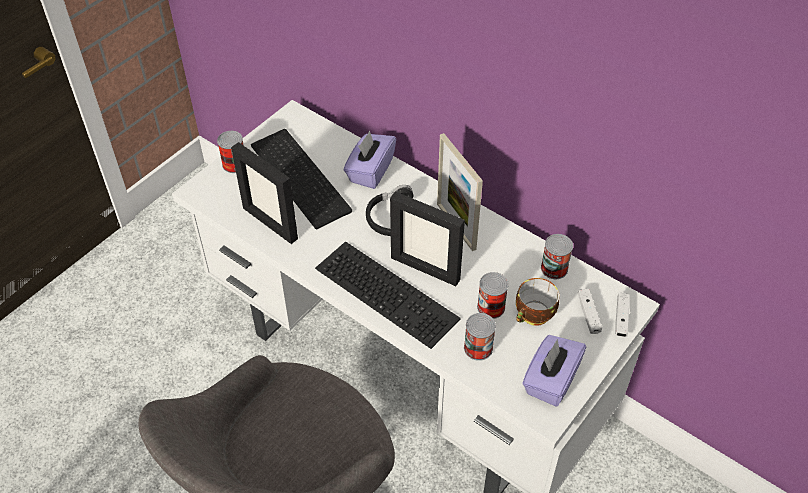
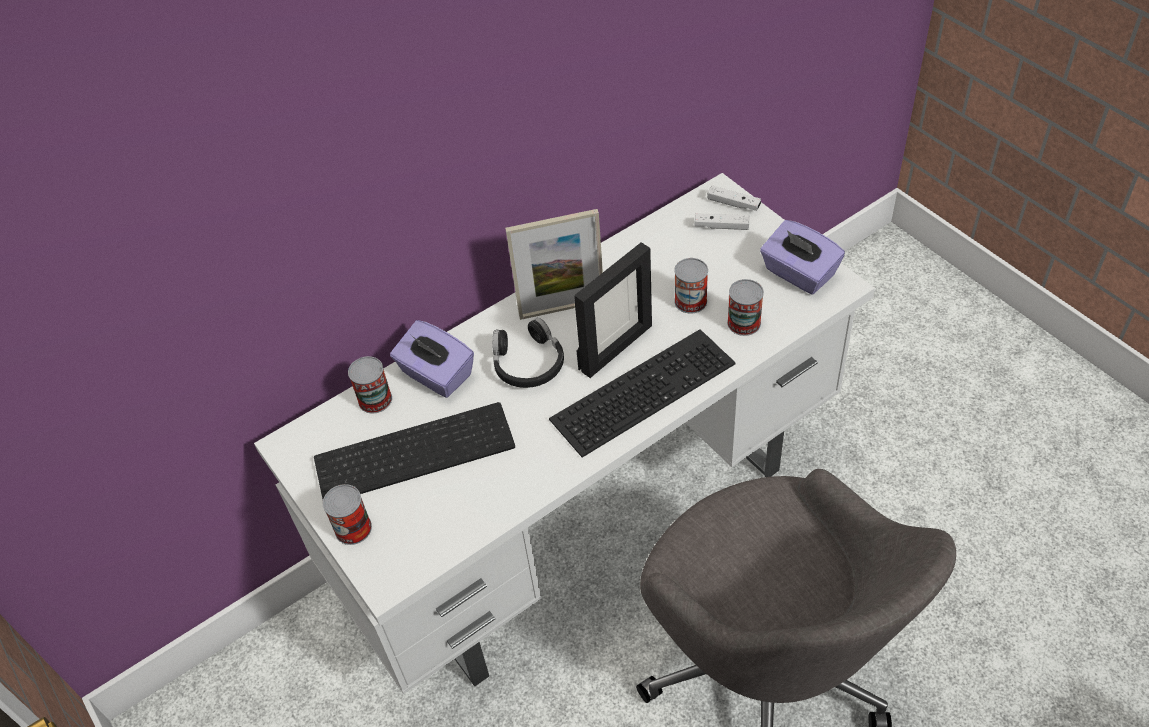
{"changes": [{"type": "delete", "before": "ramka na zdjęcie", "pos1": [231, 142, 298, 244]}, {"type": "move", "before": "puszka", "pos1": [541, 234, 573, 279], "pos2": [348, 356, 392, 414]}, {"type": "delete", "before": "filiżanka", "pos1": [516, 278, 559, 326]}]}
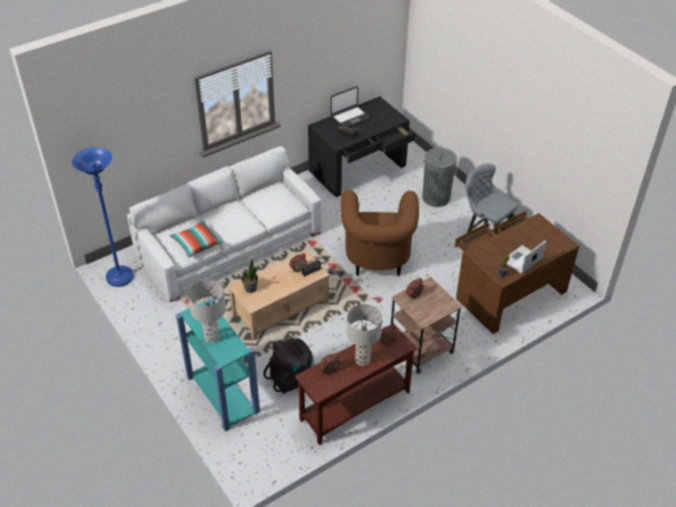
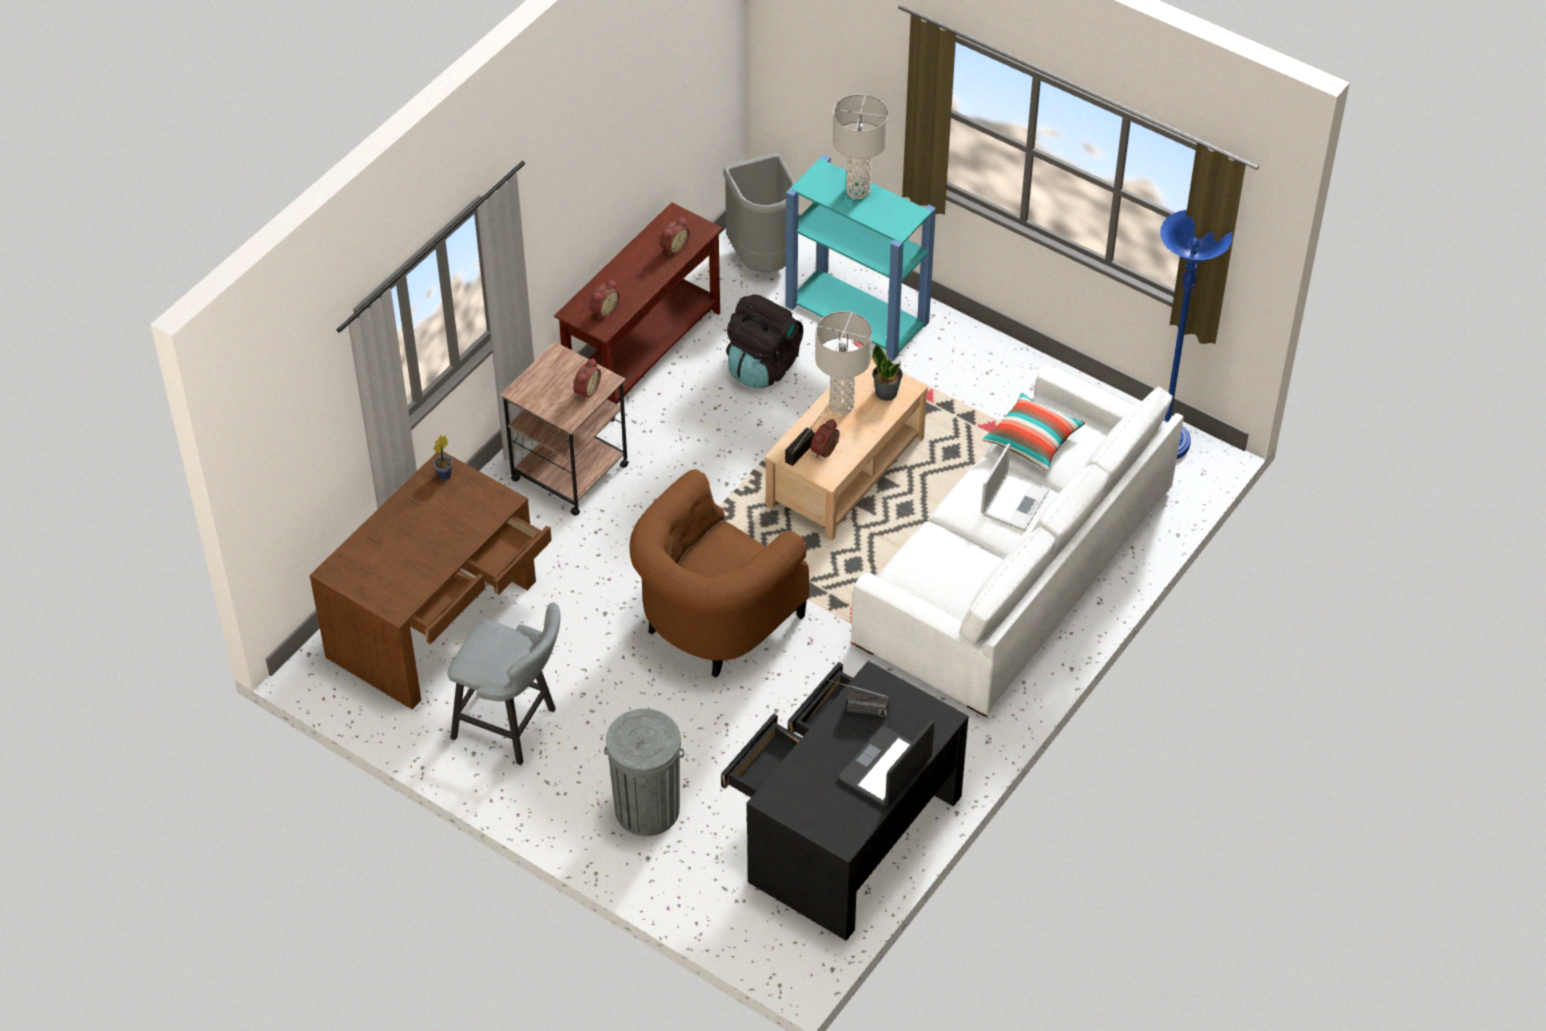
{"changes": [{"type": "rotate", "before": "fotel/brązowy", "pos1": [340, 190, 419, 276], "pos2": [630, 469, 809, 678], "turn": -120}, {"type": "move", "before": "laptop", "pos1": [506, 240, 546, 274], "pos2": [981, 443, 1049, 531]}, {"type": "move", "before": "lampa stołowa/biały", "pos1": [347, 304, 382, 366], "pos2": [815, 311, 872, 414]}, {"type": "insert", "after": "kosz na śmieci/szary", "pos2": [723, 153, 795, 272]}]}
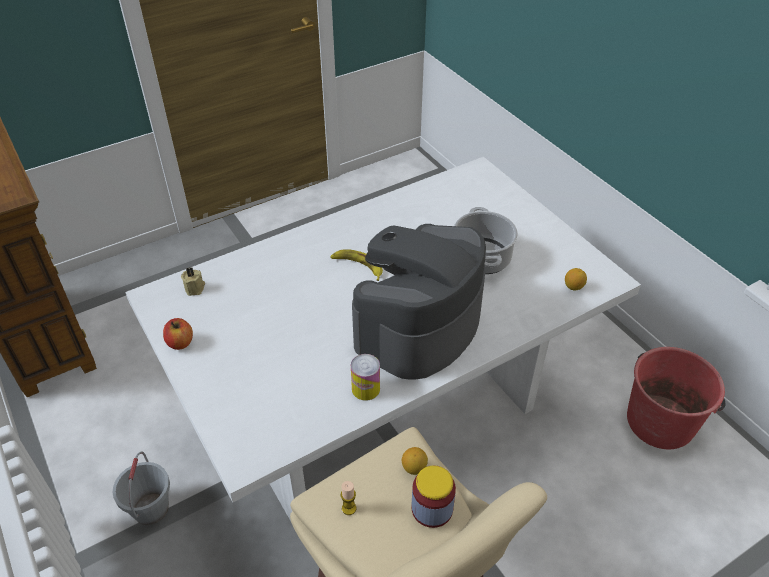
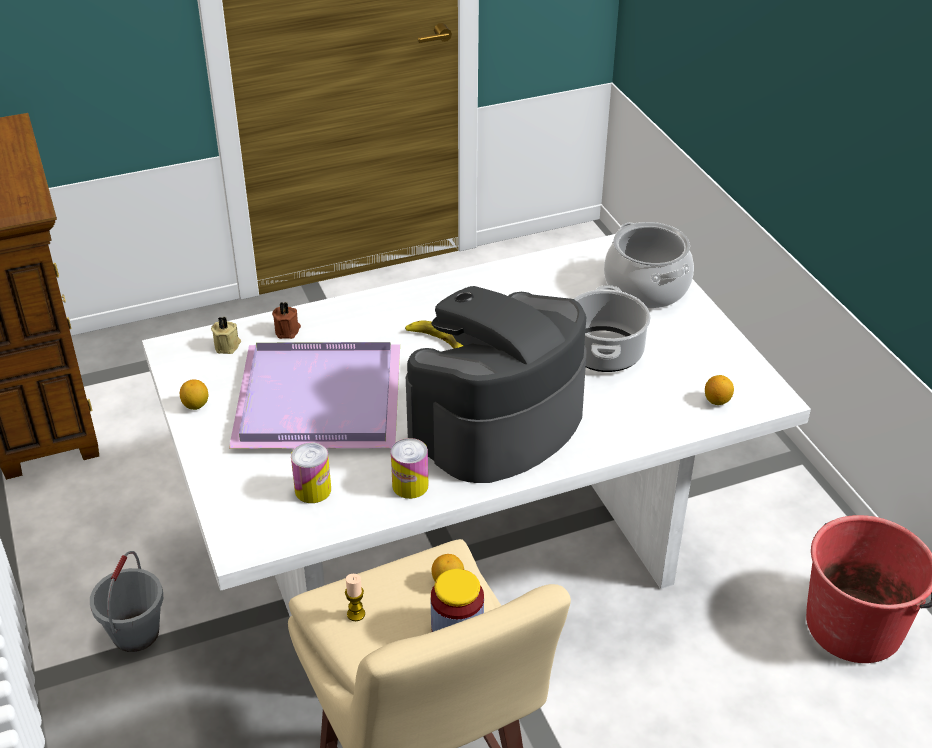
{"changes": [{"type": "replace", "before": "jabłko", "after": "cytryna", "pos1": [163, 318, 193, 350], "pos2": [180, 379, 208, 410]}, {"type": "insert", "after": "garnek", "pos2": [604, 222, 694, 308]}, {"type": "insert", "after": "świeca/brązowy", "pos2": [272, 302, 301, 339]}, {"type": "insert", "after": "taca/fioletowy", "pos2": [229, 342, 400, 449]}, {"type": "insert", "after": "puszka", "pos2": [291, 443, 331, 503]}]}
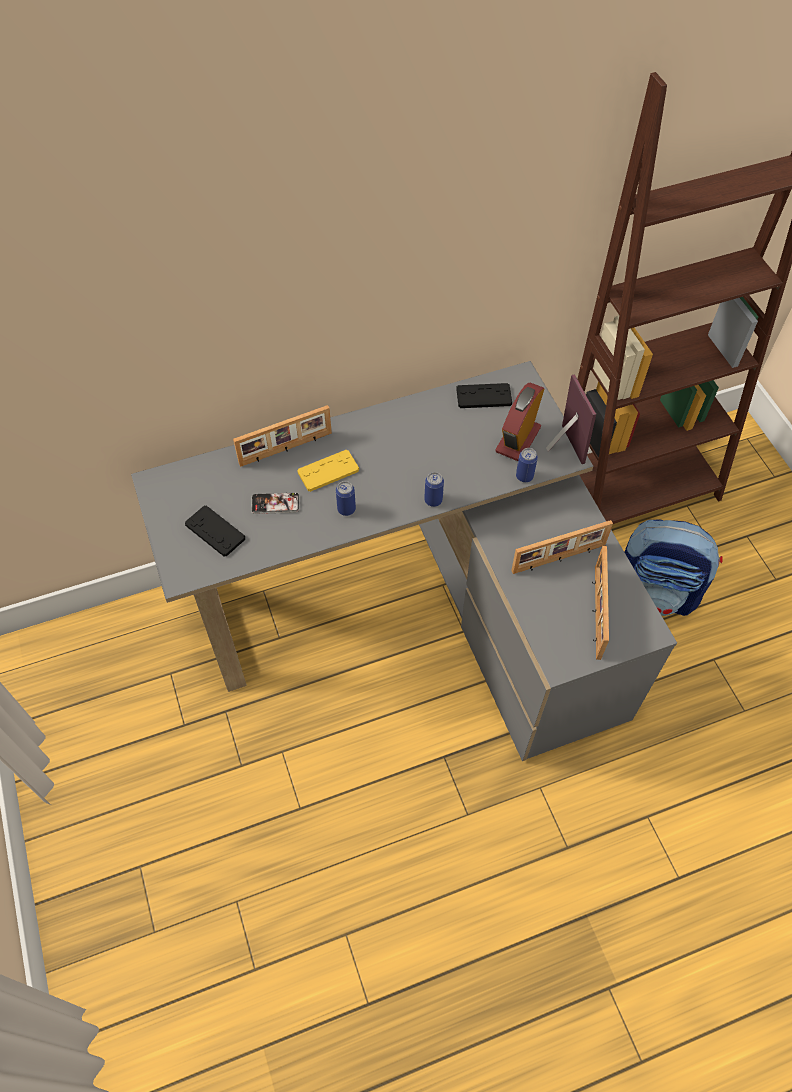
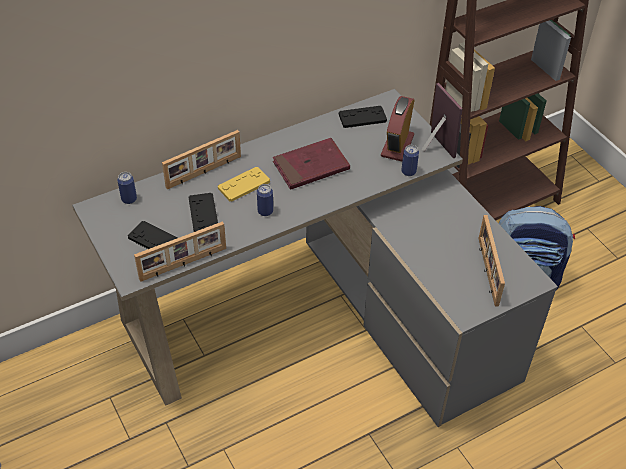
{"changes": [{"type": "move", "before": "puszka", "pos1": [424, 472, 444, 507], "pos2": [117, 172, 137, 204]}, {"type": "replace", "before": "telefon", "after": "pad do gier/czarny", "pos1": [251, 493, 300, 514], "pos2": [188, 193, 218, 232]}, {"type": "move", "before": "ramka na zdjęcie", "pos1": [511, 520, 613, 574], "pos2": [134, 221, 226, 282]}, {"type": "insert", "after": "książka/czerwony", "pos2": [273, 138, 350, 190]}]}
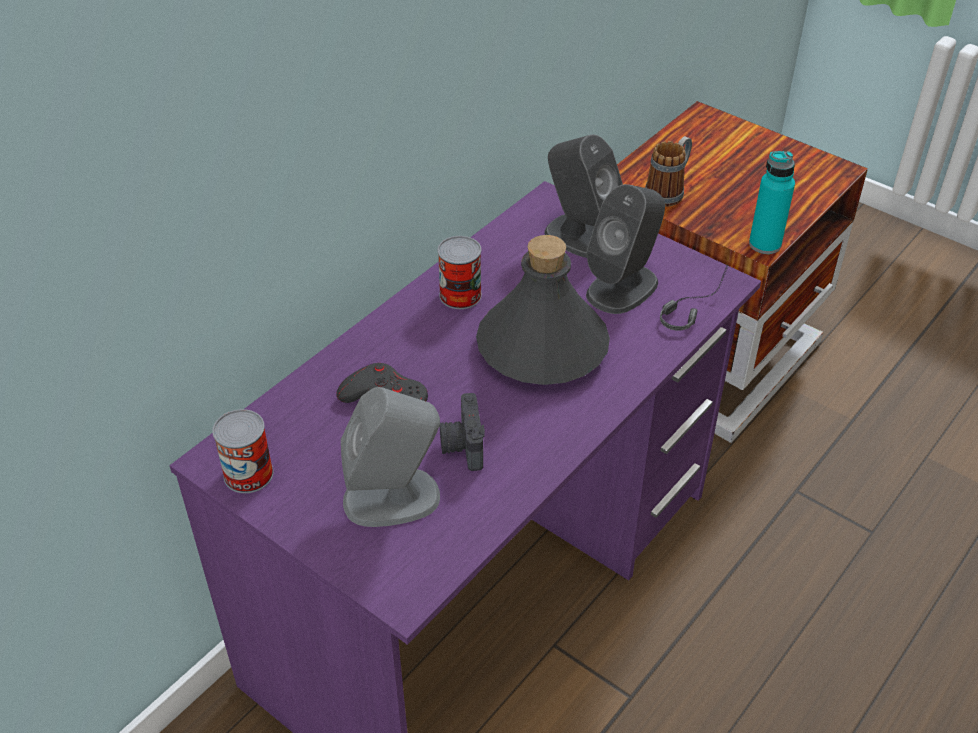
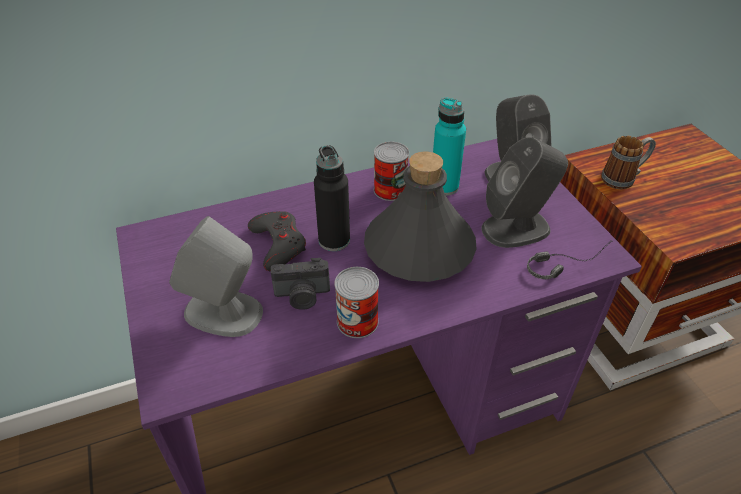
{"changes": [{"type": "move", "before": "butelka/turkusowy", "pos1": [749, 151, 795, 254], "pos2": [433, 97, 466, 196]}, {"type": "rotate", "before": "aparat fotograficzny", "pos1": [440, 393, 485, 471], "pos2": [271, 258, 330, 310], "turn": -120}, {"type": "move", "before": "puszka", "pos1": [212, 409, 273, 493], "pos2": [334, 267, 379, 338]}, {"type": "insert", "after": "butelka/czarny", "pos2": [314, 145, 350, 251]}]}
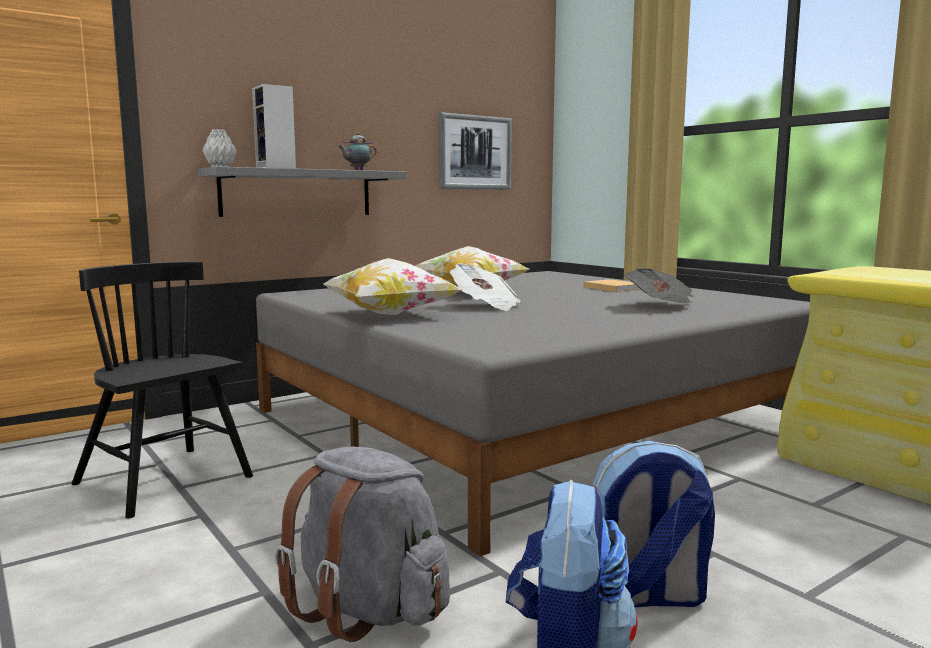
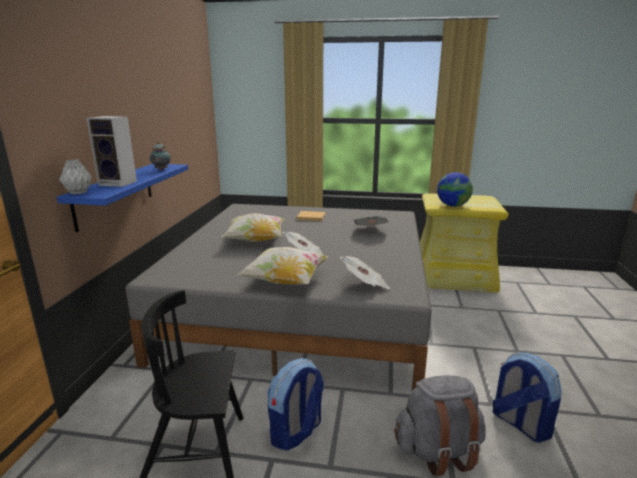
{"changes": [{"type": "delete", "before": "obraz", "pos1": [439, 112, 512, 190]}, {"type": "recolor", "before": "półka/szary", "after": "półka/niebieski", "pos1": [198, 166, 407, 217], "pos2": [57, 164, 188, 232]}, {"type": "move", "before": "plecak", "pos1": [593, 441, 715, 607], "pos2": [268, 358, 324, 451]}, {"type": "insert", "after": "globus", "pos2": [437, 172, 473, 207]}, {"type": "insert", "after": "gazeta", "pos2": [340, 256, 390, 289]}]}
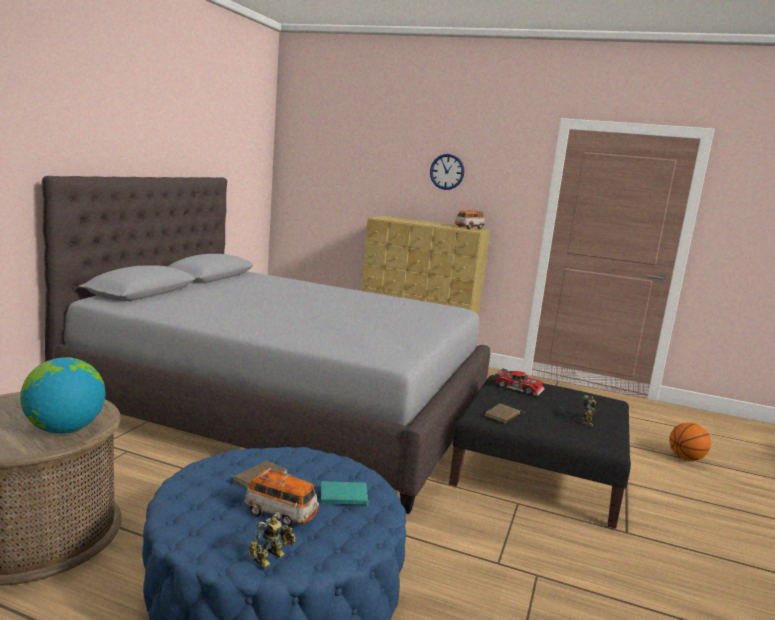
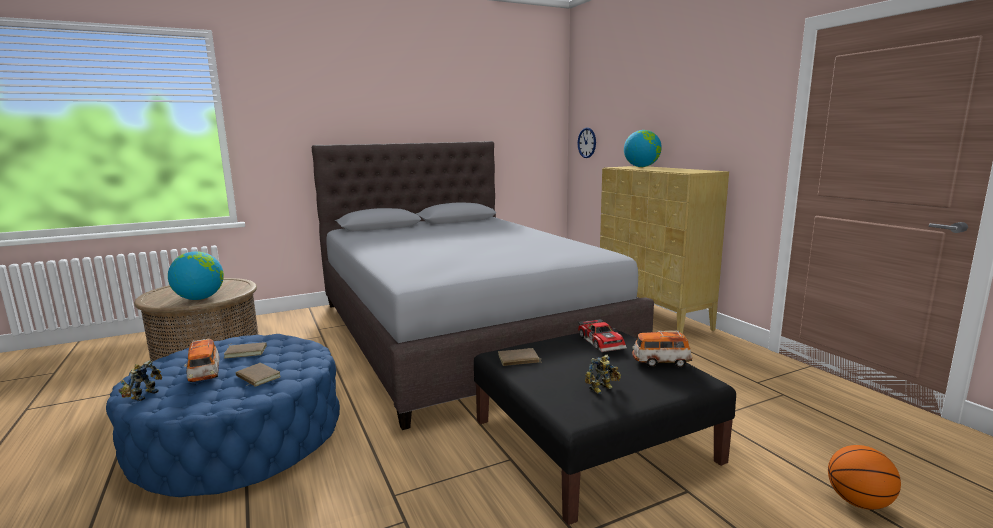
{"changes": [{"type": "move", "before": "zegar ścienny", "pos1": [430, 154, 464, 190], "pos2": [578, 127, 596, 158]}, {"type": "move", "before": "samochodzik", "pos1": [455, 210, 485, 229], "pos2": [632, 330, 693, 368]}, {"type": "recolor", "before": "książka/turkusowy", "after": "książka/brązowy", "pos1": [321, 481, 370, 507], "pos2": [235, 363, 281, 387]}, {"type": "rotate", "before": "robot zabawkowy", "pos1": [248, 512, 296, 569], "pos2": [118, 360, 162, 401], "turn": 120}, {"type": "insert", "after": "globus", "pos2": [624, 130, 662, 167]}]}
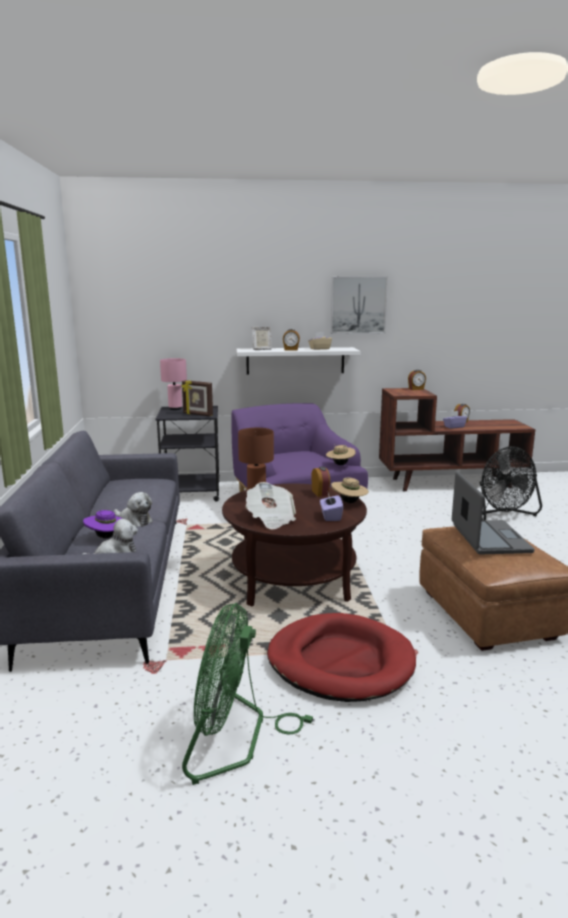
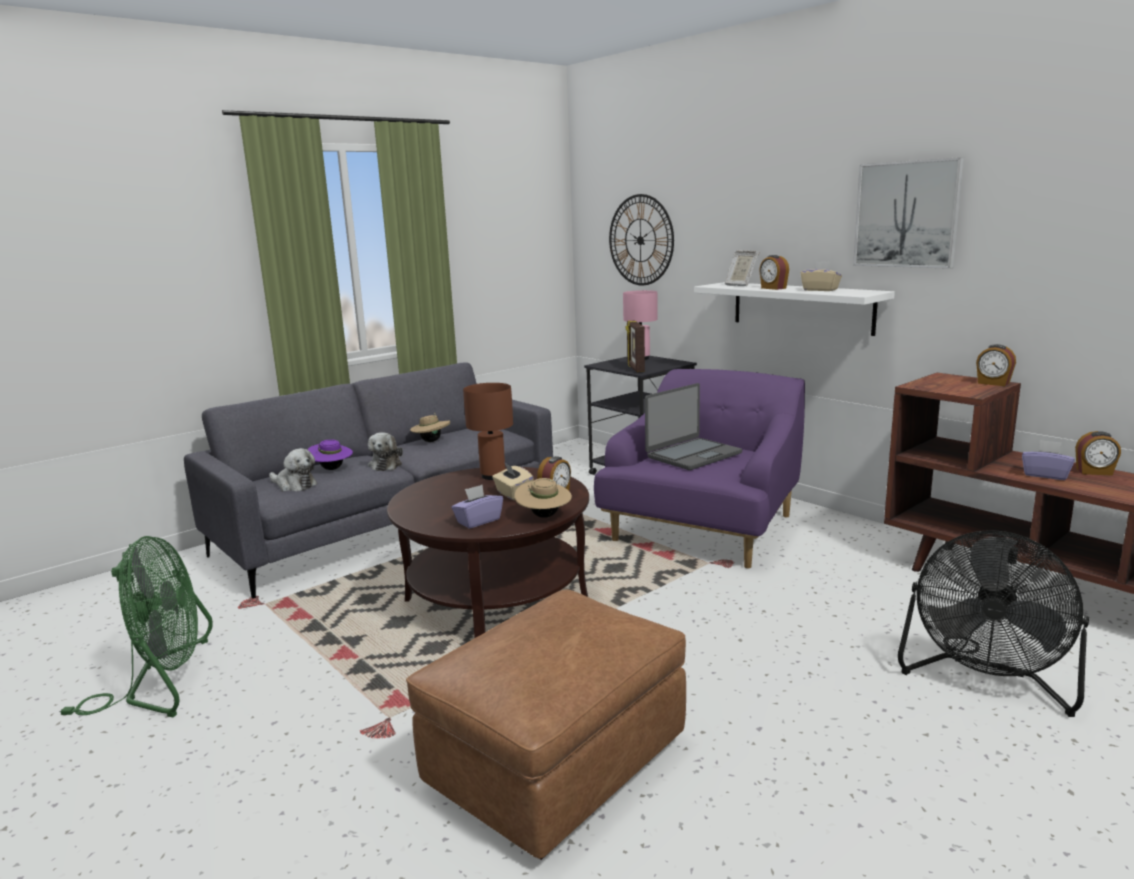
{"changes": [{"type": "move", "before": "kapelusz/beżowy", "pos1": [326, 444, 356, 465], "pos2": [410, 413, 450, 442]}, {"type": "move", "before": "laptop", "pos1": [452, 472, 535, 554], "pos2": [645, 383, 742, 470]}, {"type": "delete", "before": "gazeta", "pos1": [246, 482, 296, 530]}, {"type": "rotate", "before": "wentylator/zielony", "pos1": [182, 603, 315, 785], "pos2": [59, 536, 213, 718], "turn": 105}, {"type": "delete", "before": "legowisko/czerwony", "pos1": [267, 613, 416, 702]}, {"type": "insert", "after": "zegar ścienny", "pos2": [609, 194, 674, 285]}, {"type": "insert", "after": "pudełko chusteczek/beżowy", "pos2": [492, 462, 534, 500]}]}
